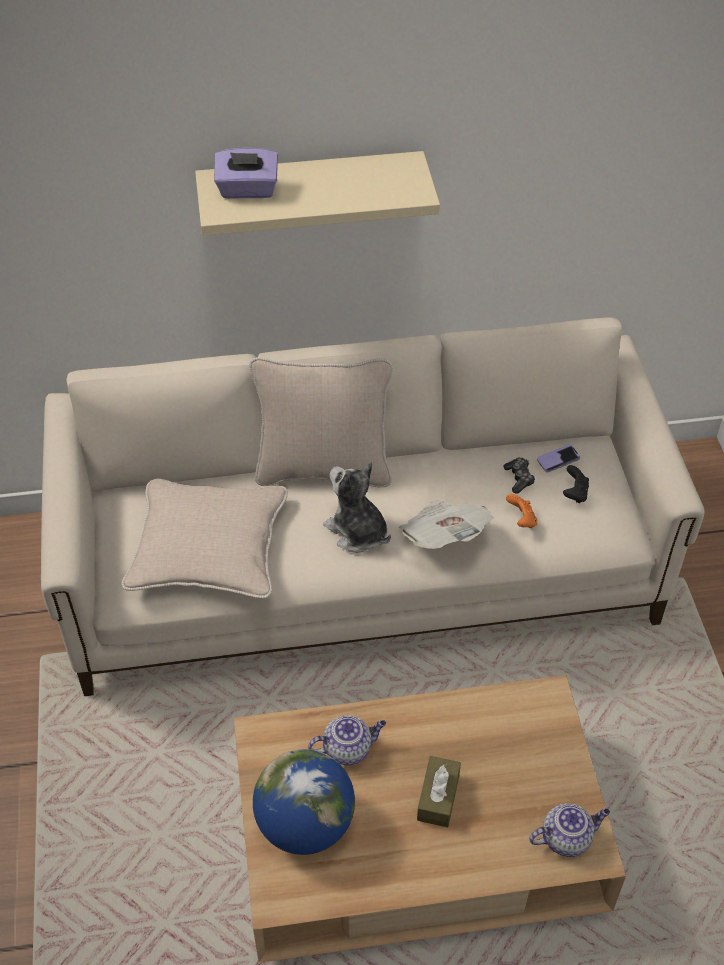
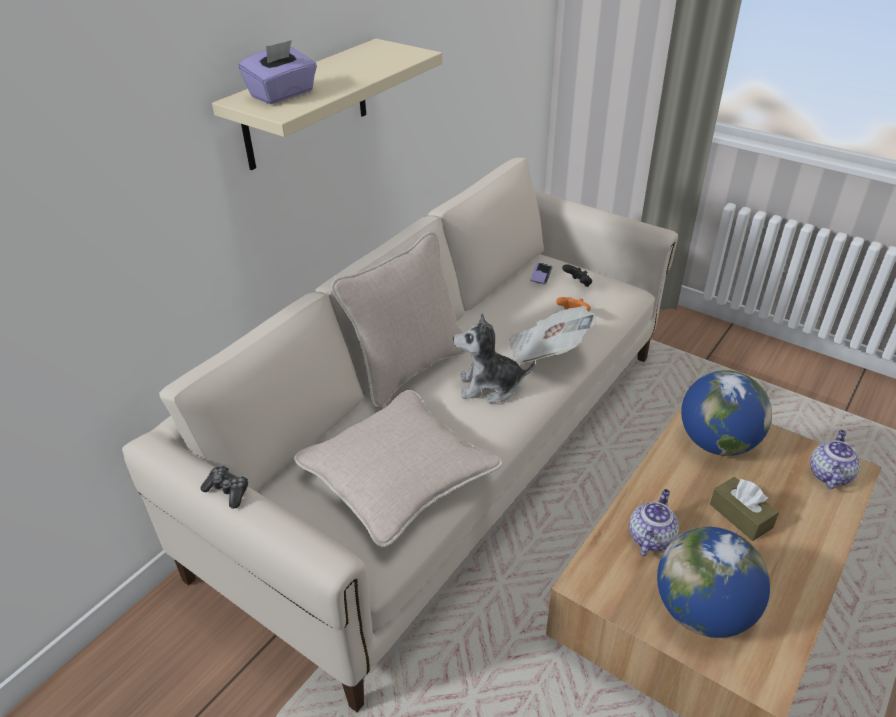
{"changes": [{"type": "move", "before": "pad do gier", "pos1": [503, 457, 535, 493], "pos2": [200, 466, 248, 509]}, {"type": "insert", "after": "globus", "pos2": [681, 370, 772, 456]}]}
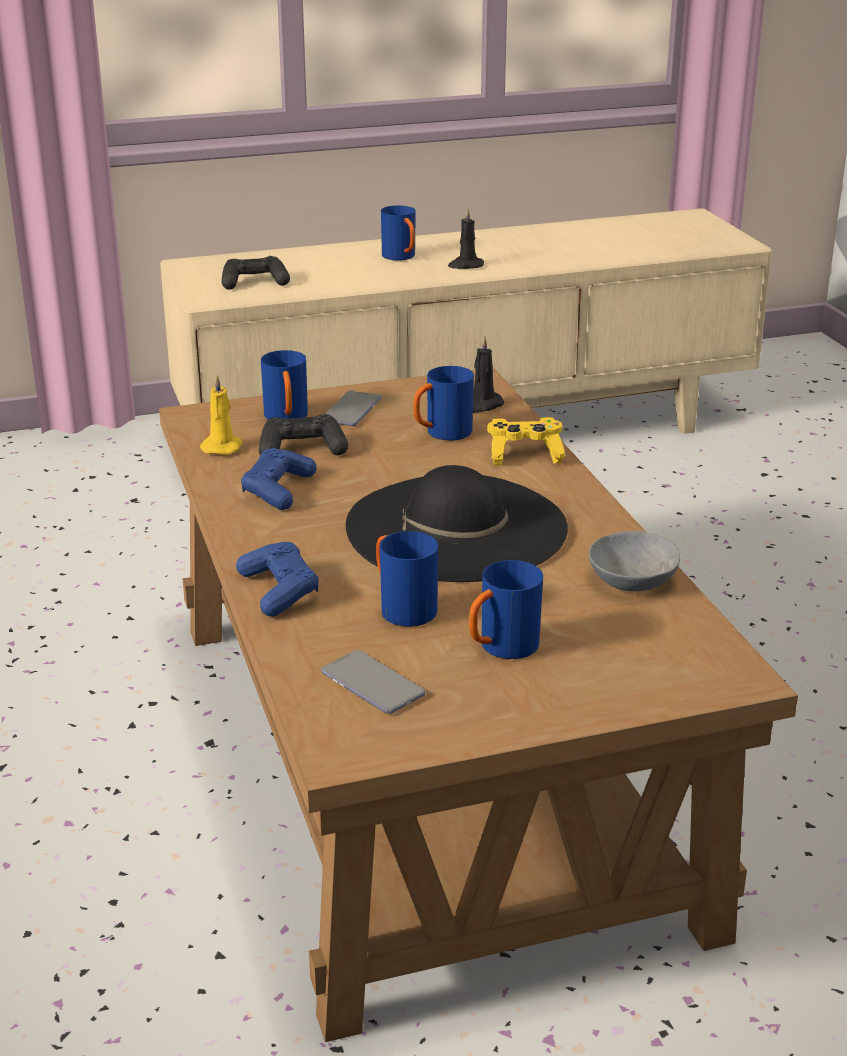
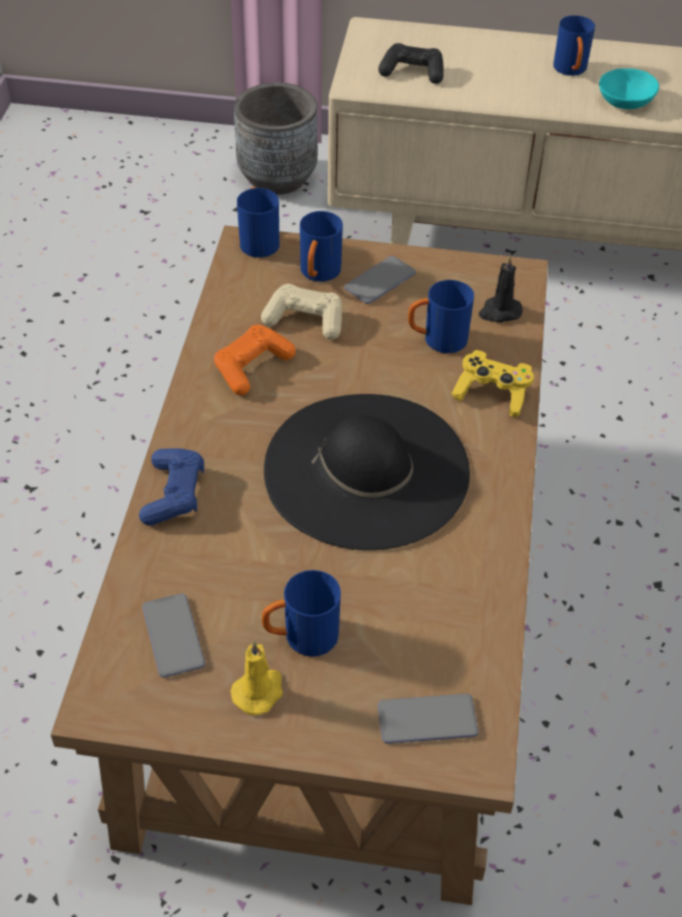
{"changes": [{"type": "replace", "before": "świeca/czarny", "after": "miska/turkusowy", "pos1": [448, 208, 484, 269], "pos2": [599, 69, 659, 109]}, {"type": "move", "before": "świeca/żółty", "pos1": [200, 374, 243, 455], "pos2": [231, 641, 283, 715]}, {"type": "recolor", "before": "pad do gier/czarny", "after": "pad do gier/beżowy", "pos1": [259, 414, 348, 456], "pos2": [261, 284, 342, 340]}, {"type": "recolor", "before": "pad do gier/niebieski", "after": "pad do gier/pomarańczowy", "pos1": [241, 448, 317, 510], "pos2": [214, 325, 296, 395]}, {"type": "move", "before": "kubek/niebieski", "pos1": [376, 531, 438, 627], "pos2": [237, 187, 280, 258]}, {"type": "delete", "before": "miska/szary", "pos1": [589, 531, 680, 592]}, {"type": "insert", "after": "donica/szary", "pos2": [234, 83, 318, 195]}, {"type": "insert", "after": "telefon", "pos2": [377, 694, 479, 744]}]}
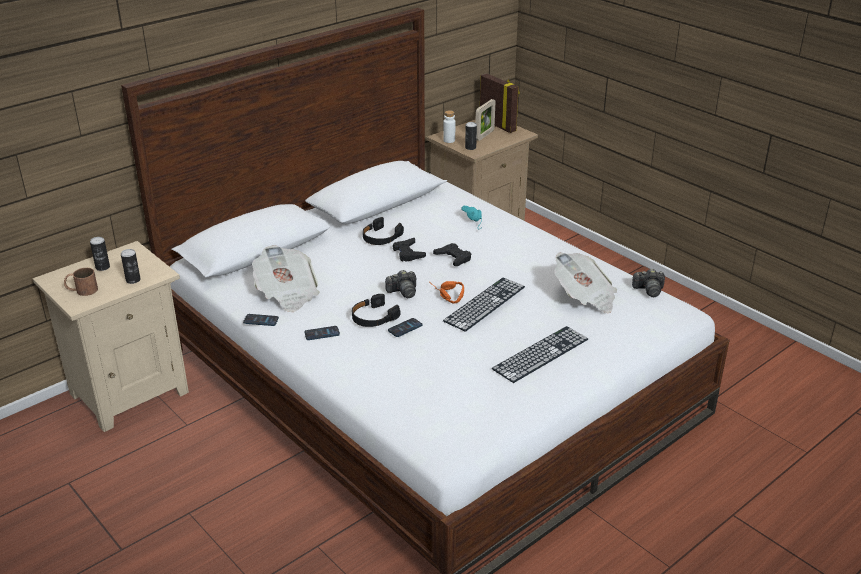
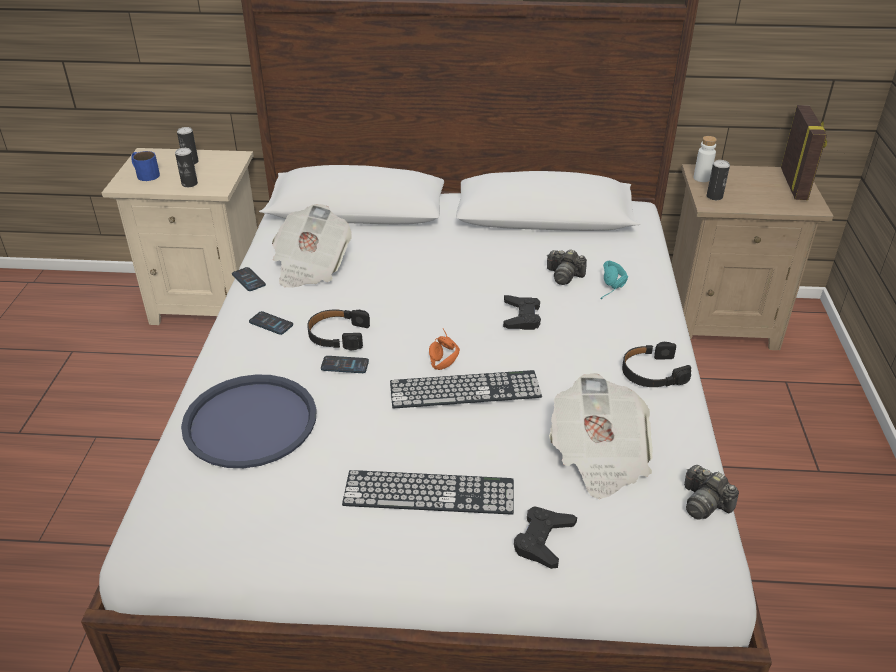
{"changes": [{"type": "delete", "before": "ramka na zdjęcie", "pos1": [475, 99, 495, 141]}, {"type": "move", "before": "słuchawki/czarny", "pos1": [363, 217, 404, 245], "pos2": [622, 342, 691, 387]}, {"type": "move", "before": "pad do gier/czarny", "pos1": [393, 238, 426, 262], "pos2": [514, 506, 577, 569]}, {"type": "recolor", "before": "kubek/brązowy", "after": "kubek/niebieski", "pos1": [64, 268, 98, 296], "pos2": [131, 151, 160, 181]}, {"type": "move", "before": "aparat fotograficzny", "pos1": [385, 270, 416, 298], "pos2": [547, 249, 587, 285]}, {"type": "insert", "after": "taca/niebieski", "pos2": [181, 375, 317, 468]}]}
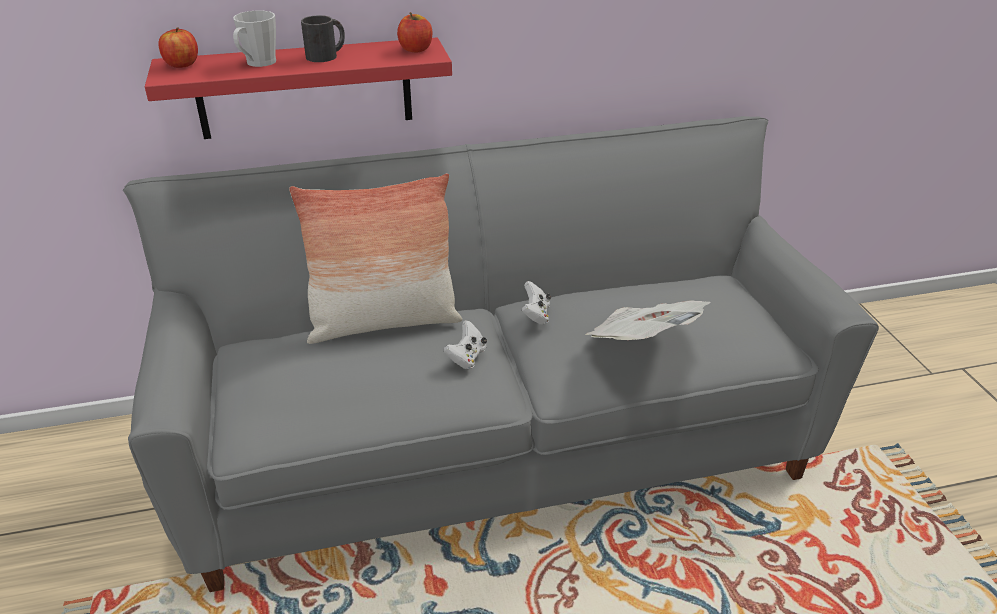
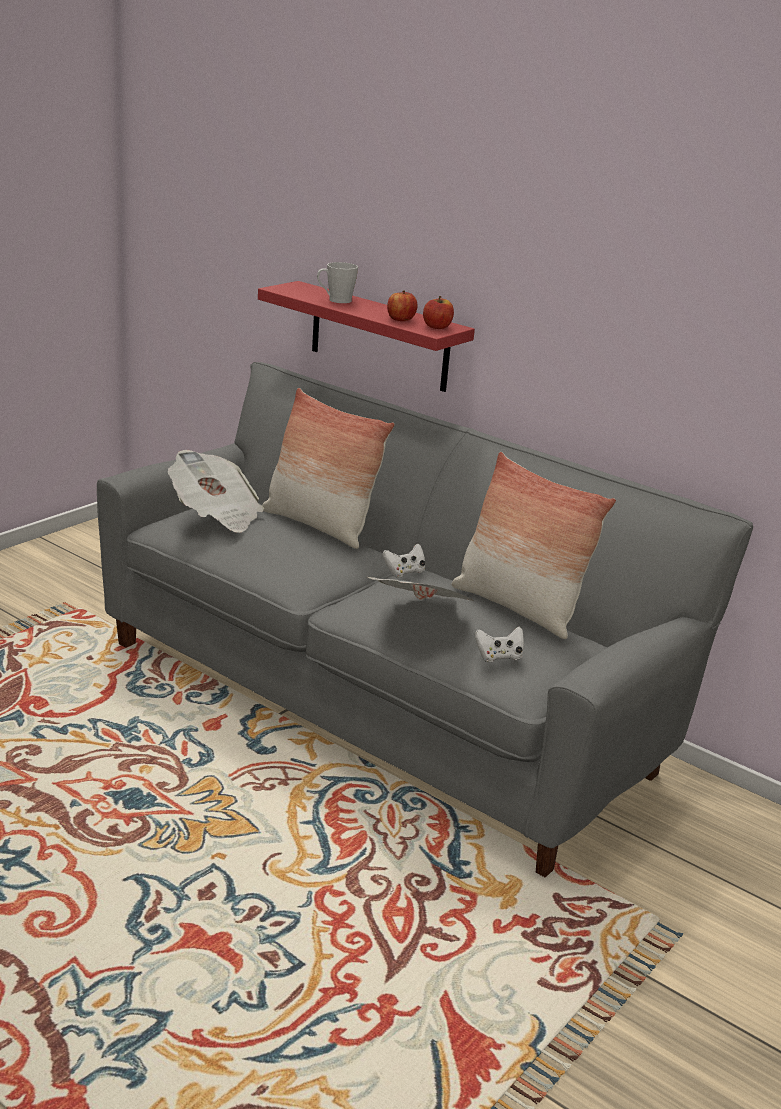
{"changes": [{"type": "delete", "before": "kubek/czarny", "pos1": [301, 15, 345, 62]}, {"type": "move", "before": "jabłko", "pos1": [158, 27, 198, 68], "pos2": [387, 290, 417, 321]}, {"type": "move", "before": "pad do gier/biały", "pos1": [443, 320, 487, 369], "pos2": [475, 626, 524, 662]}, {"type": "insert", "after": "gazeta", "pos2": [168, 450, 264, 533]}, {"type": "insert", "after": "poduszka", "pos2": [452, 452, 616, 639]}]}
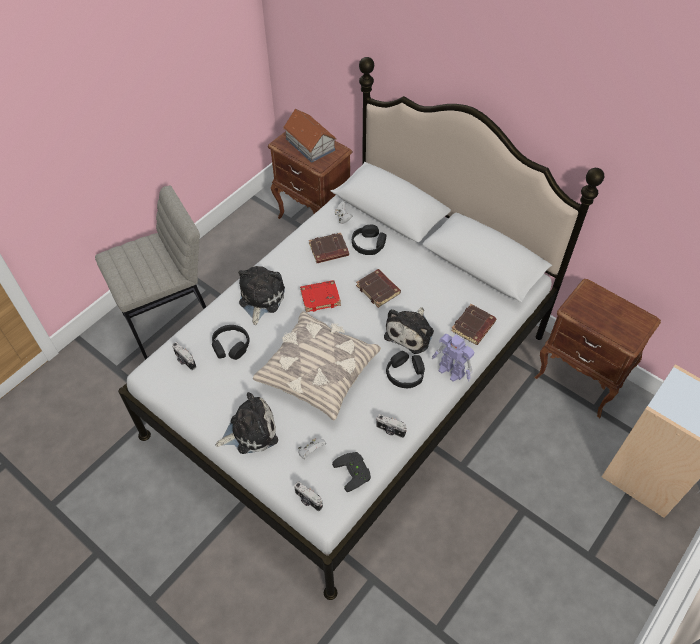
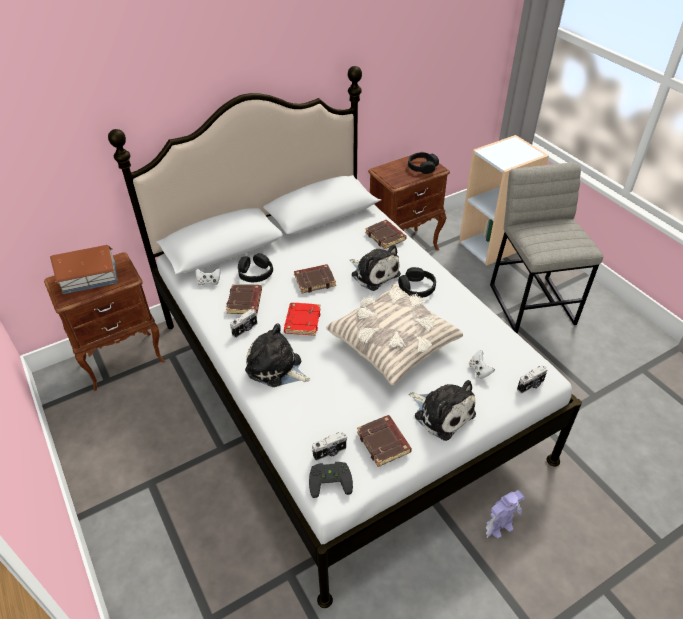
{"changes": [{"type": "move", "before": "krzesło/szary", "pos1": [95, 185, 206, 360], "pos2": [490, 162, 603, 333]}, {"type": "move", "before": "słuchawki/czarny", "pos1": [212, 325, 250, 360], "pos2": [408, 152, 439, 174]}, {"type": "move", "before": "robot zabawkowy", "pos1": [432, 334, 474, 382], "pos2": [486, 490, 525, 538]}, {"type": "rotate", "before": "pluszak", "pos1": [215, 392, 278, 454], "pos2": [409, 380, 476, 441], "turn": 135}, {"type": "move", "before": "aparat fotograficzny", "pos1": [376, 414, 407, 438], "pos2": [230, 309, 257, 338]}, {"type": "move", "before": "pad do gier/czarny", "pos1": [332, 452, 371, 492], "pos2": [309, 462, 353, 498]}, {"type": "insert", "after": "książka/brązowy", "pos2": [357, 415, 412, 467]}]}
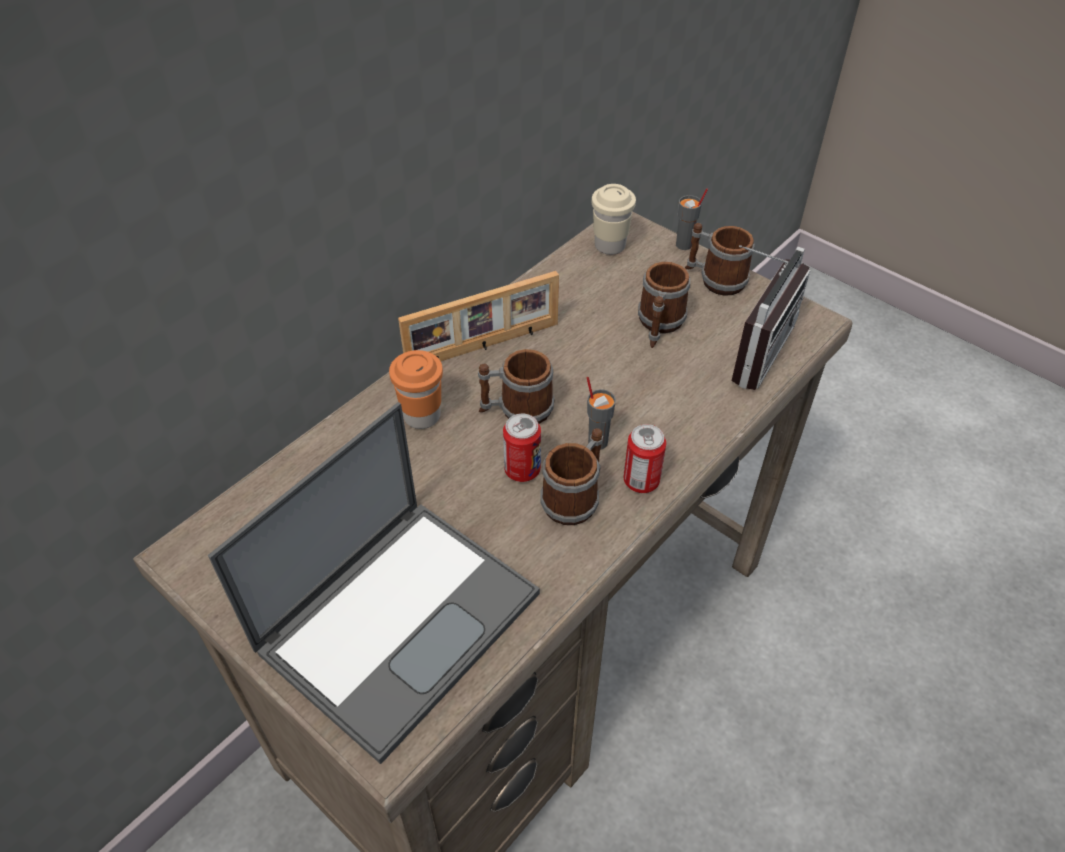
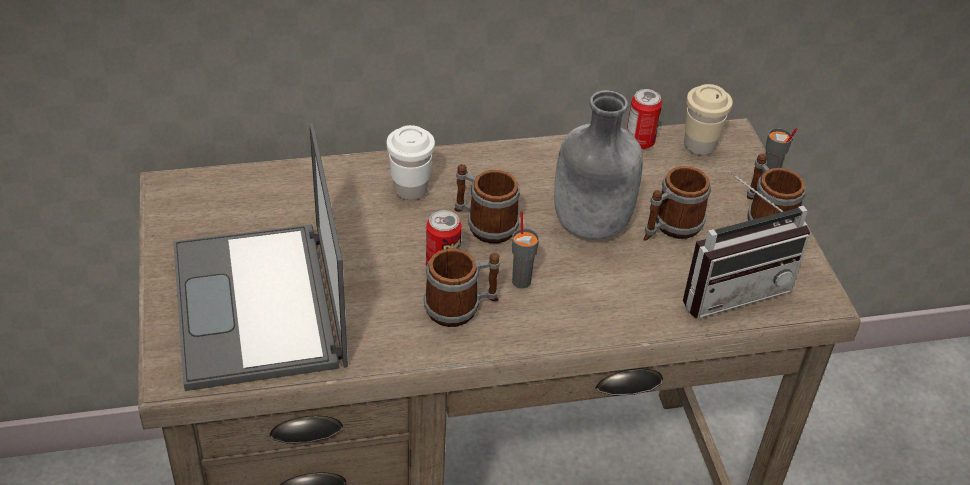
{"changes": [{"type": "delete", "before": "ramka na zdjęcie", "pos1": [398, 271, 559, 361]}, {"type": "recolor", "before": "filiżanka/pomarańczowy", "after": "filiżanka/biały", "pos1": [389, 350, 443, 429], "pos2": [387, 125, 435, 200]}, {"type": "rotate", "before": "laptop", "pos1": [208, 402, 540, 764], "pos2": [173, 123, 348, 391], "turn": 90}, {"type": "move", "before": "puszka", "pos1": [624, 424, 666, 493], "pos2": [627, 89, 662, 149]}, {"type": "insert", "after": "butelka/szary", "pos2": [554, 90, 643, 239]}]}
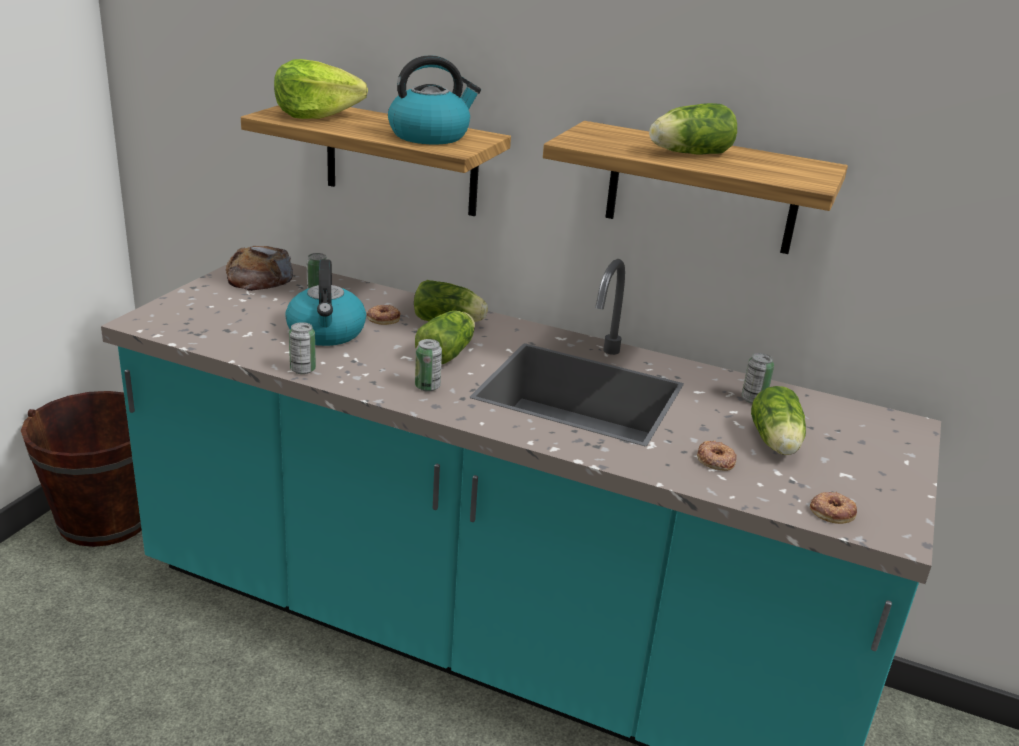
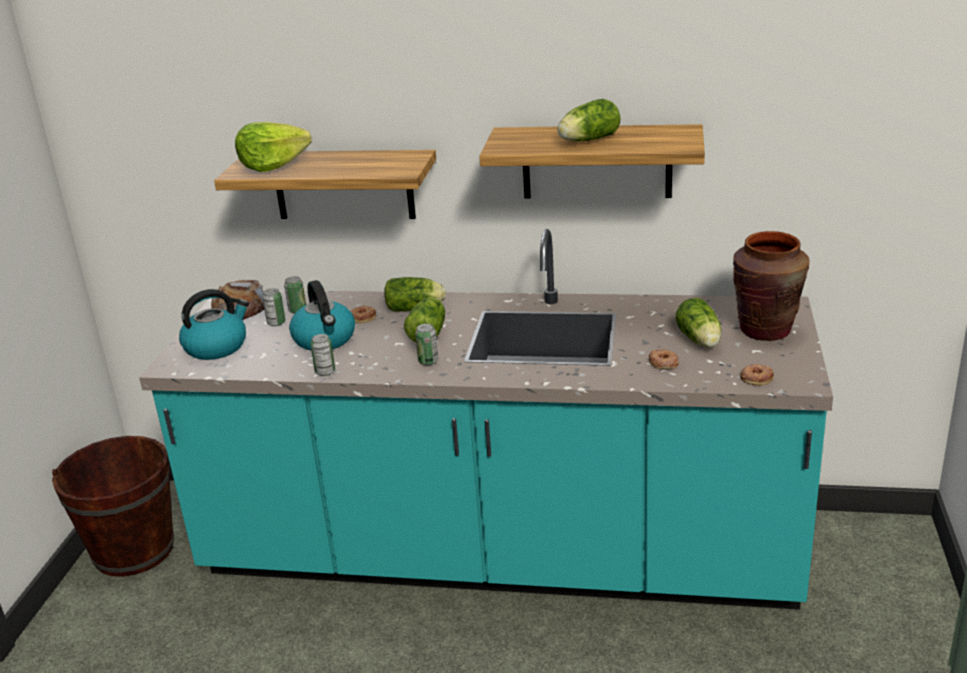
{"changes": [{"type": "move", "before": "czajnik", "pos1": [388, 55, 481, 144], "pos2": [179, 289, 249, 360]}, {"type": "move", "before": "puszka", "pos1": [742, 353, 774, 404], "pos2": [262, 288, 286, 326]}, {"type": "insert", "after": "wazon/brązowy", "pos2": [733, 231, 809, 341]}]}
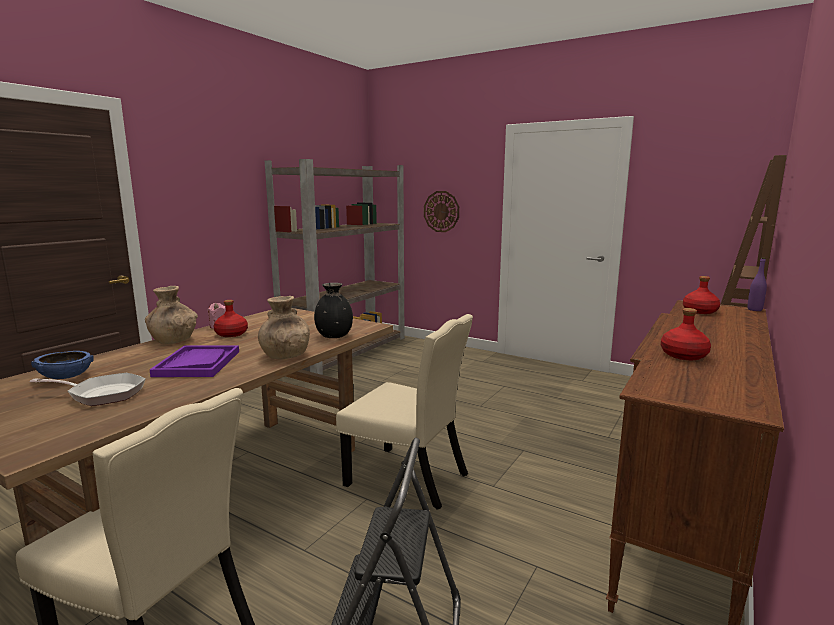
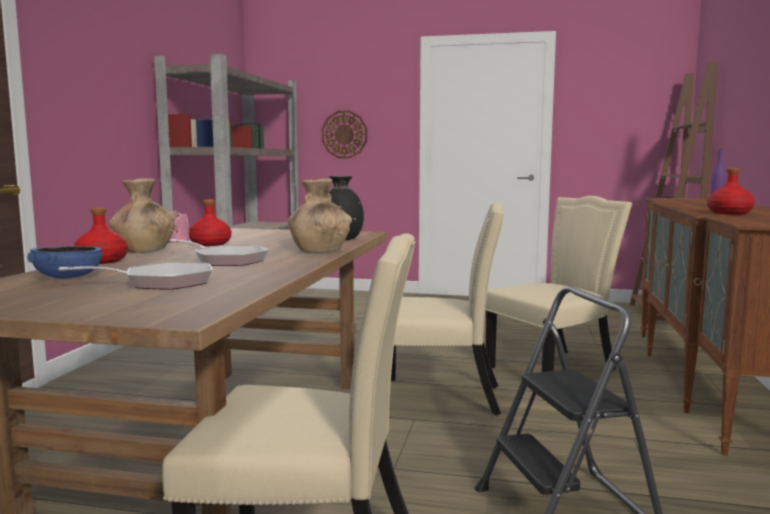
{"changes": [{"type": "move", "before": "butelka/czerwony", "pos1": [683, 276, 720, 314], "pos2": [74, 208, 128, 264]}, {"type": "replace", "before": "taca/fioletowy", "after": "patelnia", "pos1": [150, 345, 239, 377], "pos2": [169, 239, 268, 266]}, {"type": "insert", "after": "krzesło/beżowy", "pos2": [485, 196, 632, 372]}]}
